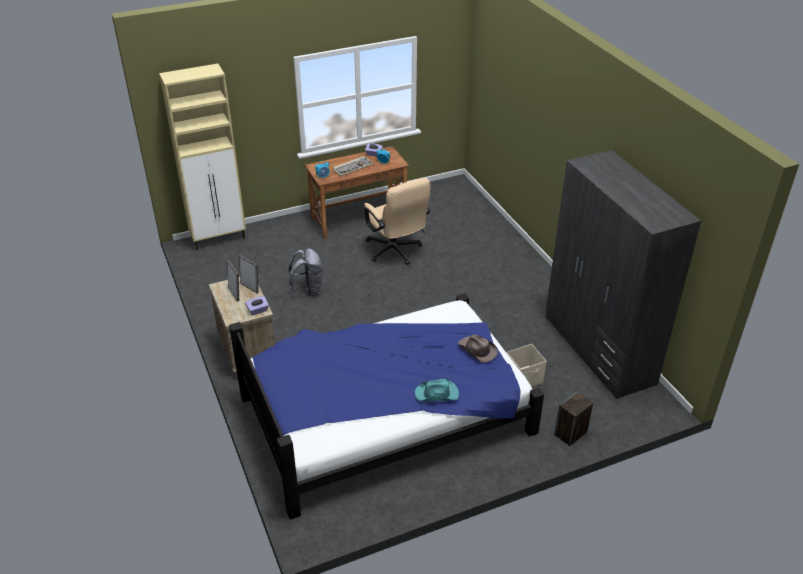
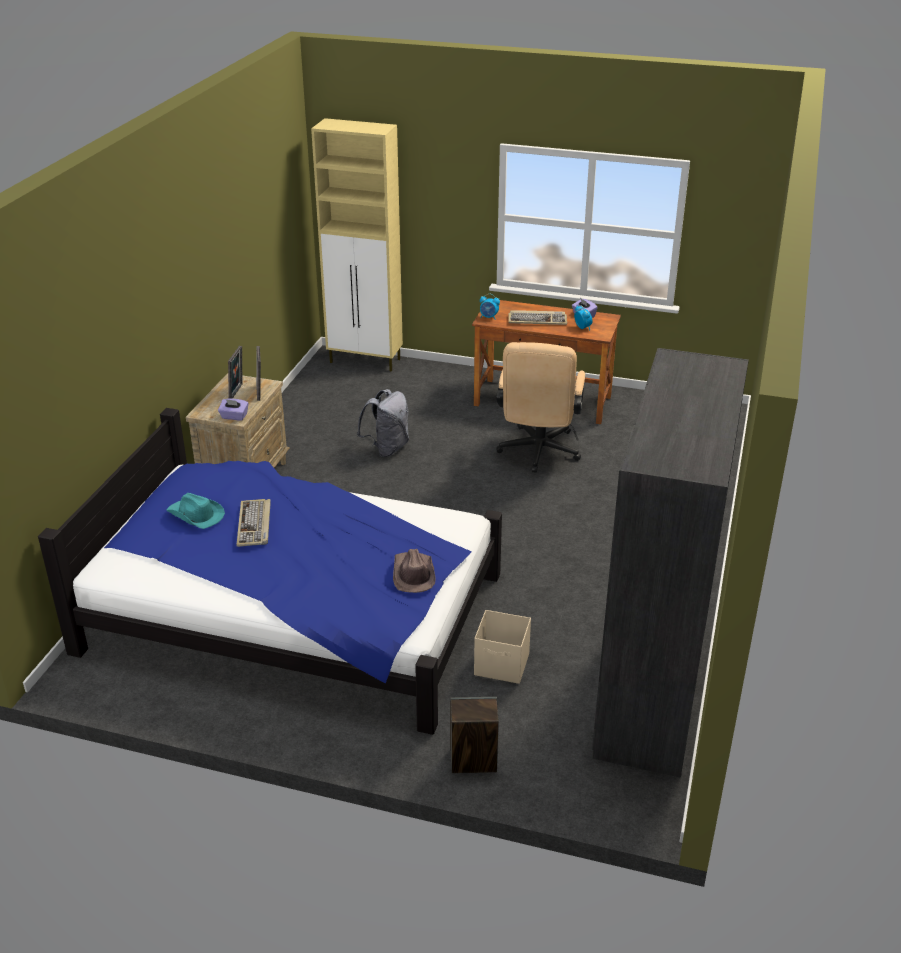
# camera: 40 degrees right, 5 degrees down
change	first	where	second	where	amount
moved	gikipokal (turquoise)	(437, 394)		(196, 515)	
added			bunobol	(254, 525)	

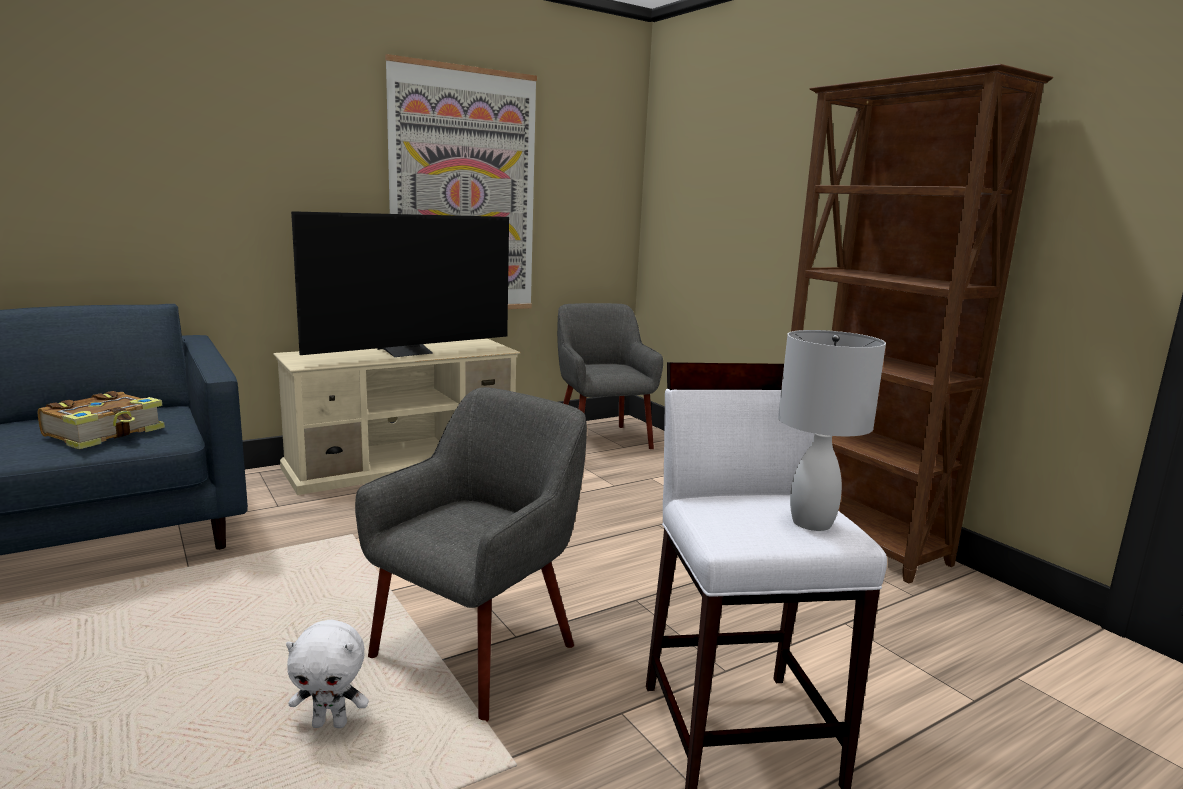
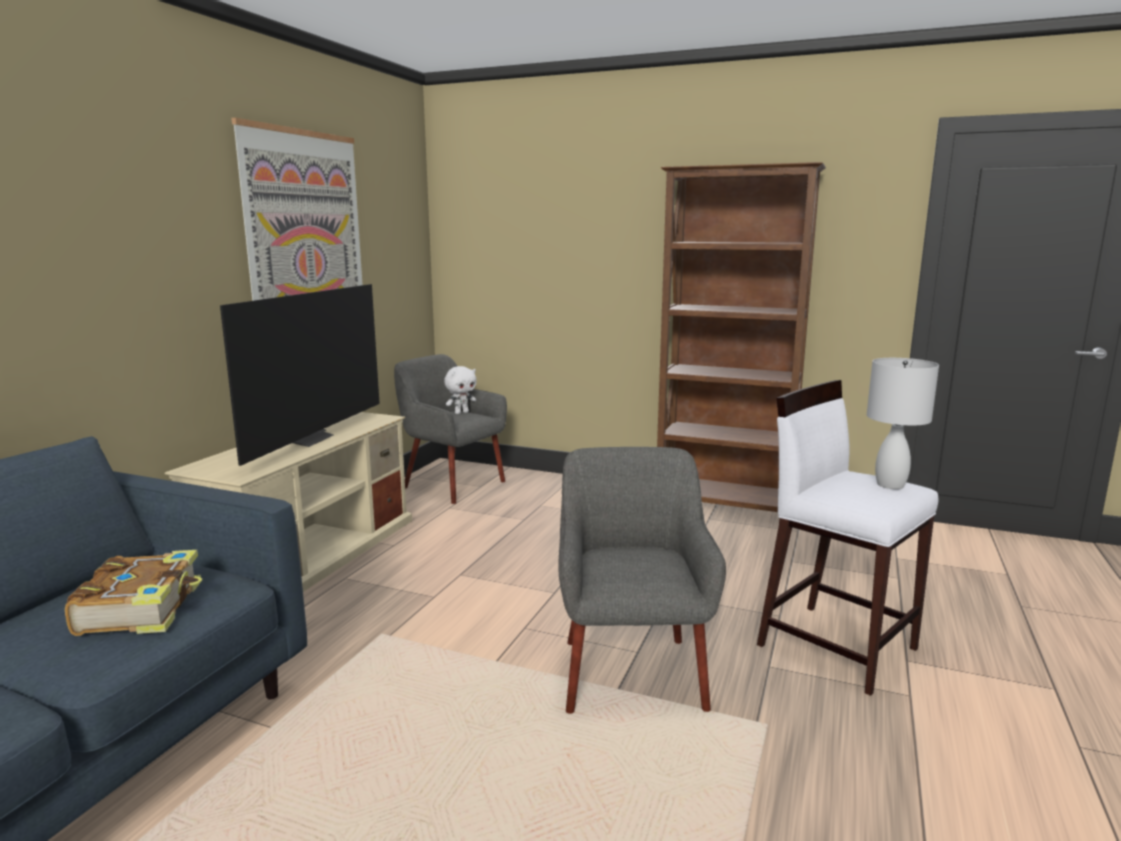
# camera: 35 degrees left, 0 degrees up
change	first	where	second	where	amount
moved	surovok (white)	(331, 724)		(461, 412)	

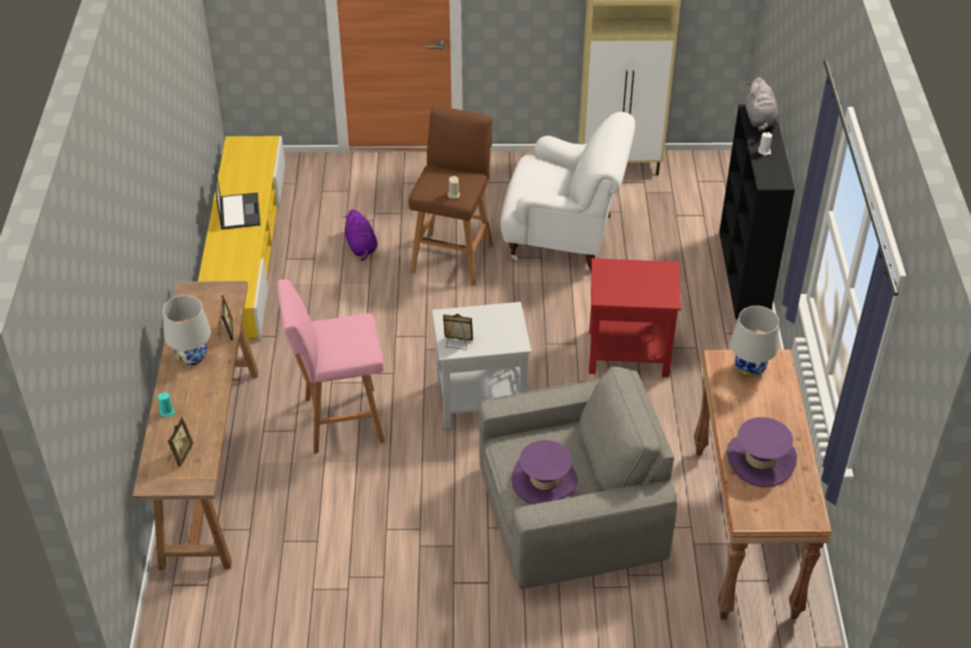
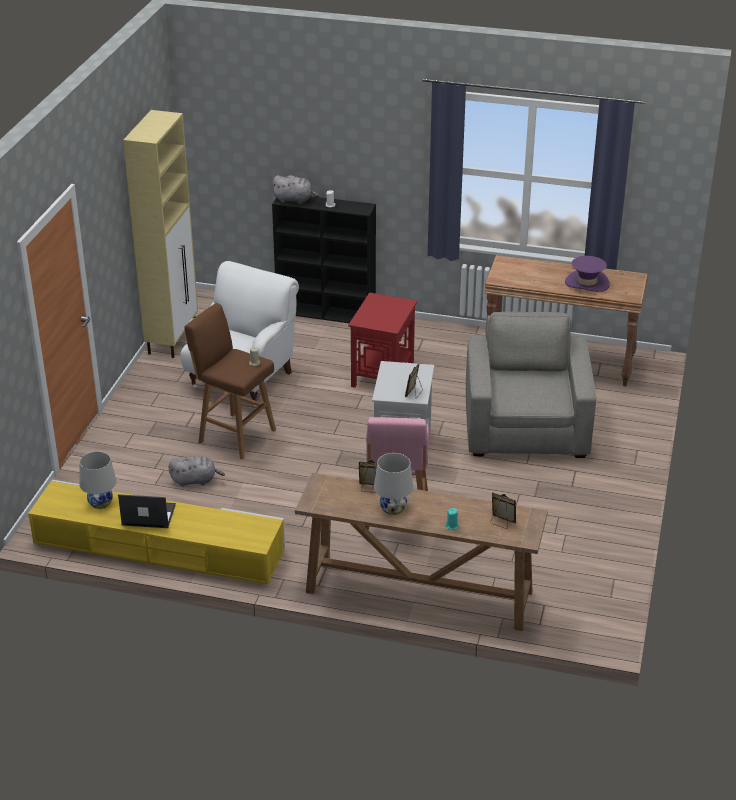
# camera: 75 degrees left, 10 degrees down
change	first	where	second	where	amount
recoloured	surovok (purple)	(361, 247)	surovok (grey)	(195, 480)	
moved	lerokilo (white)	(749, 368)		(100, 503)	
removed	gikipokal (purple)	(544, 481)			

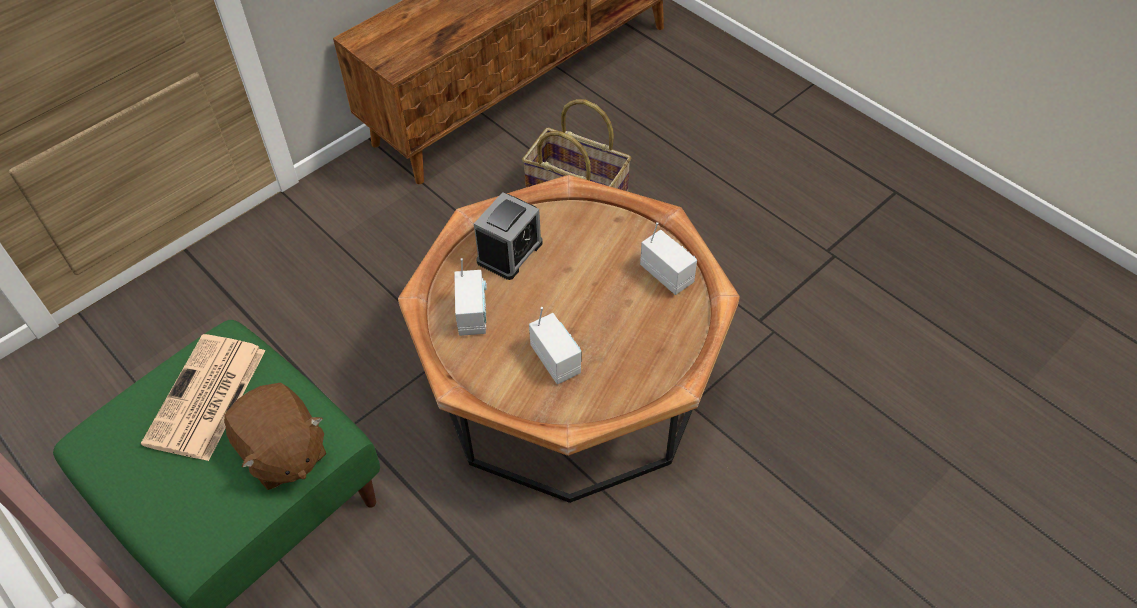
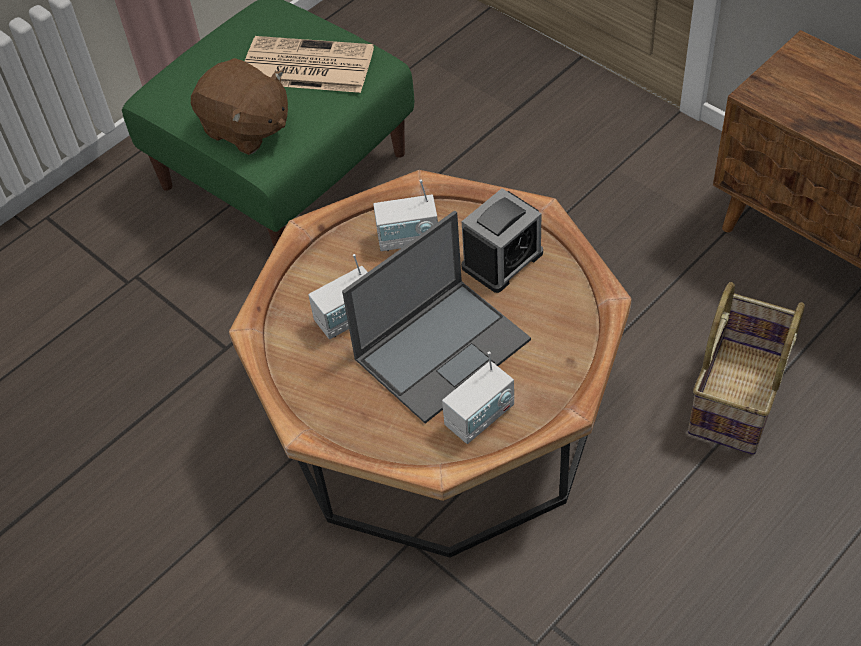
# camera: 90 degrees right, 0 degrees up
change	first	where	second	where	amount
turned	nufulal	(509, 252)		(502, 260)	75 degrees counterclockwise
turned	surovok (brown)	(283, 453)		(246, 129)	105 degrees counterclockwise
added			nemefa	(443, 348)	

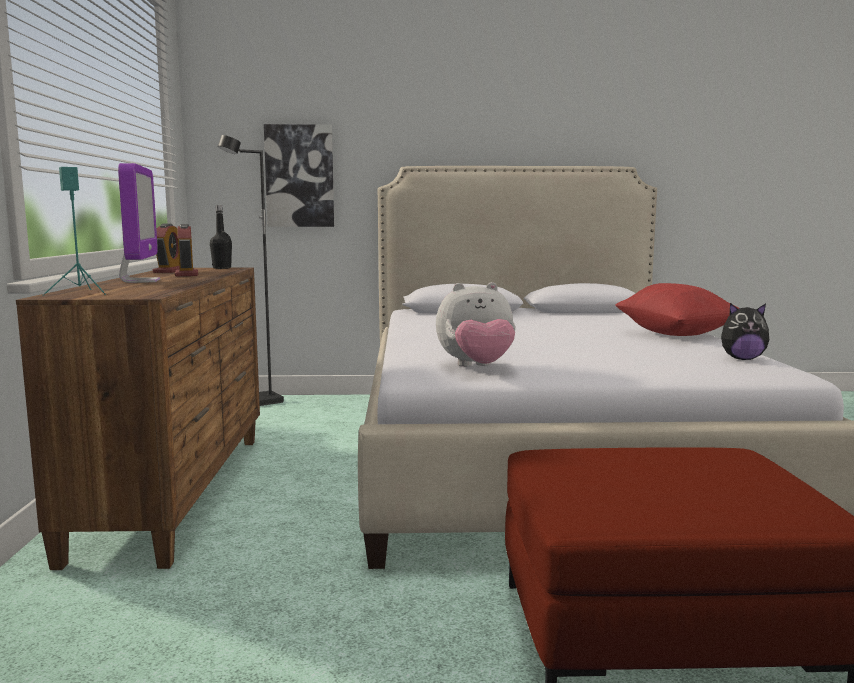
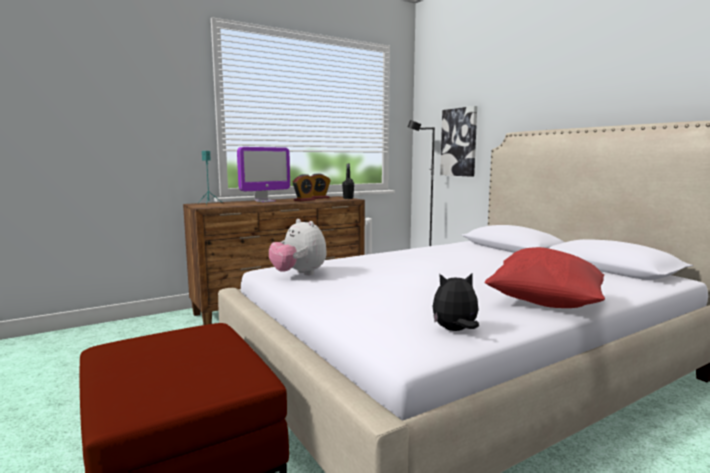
# camera: 60 degrees right, 0 degrees up
change	first	where	second	where	amount
turned	surovok	(742, 359)		(455, 331)	105 degrees clockwise

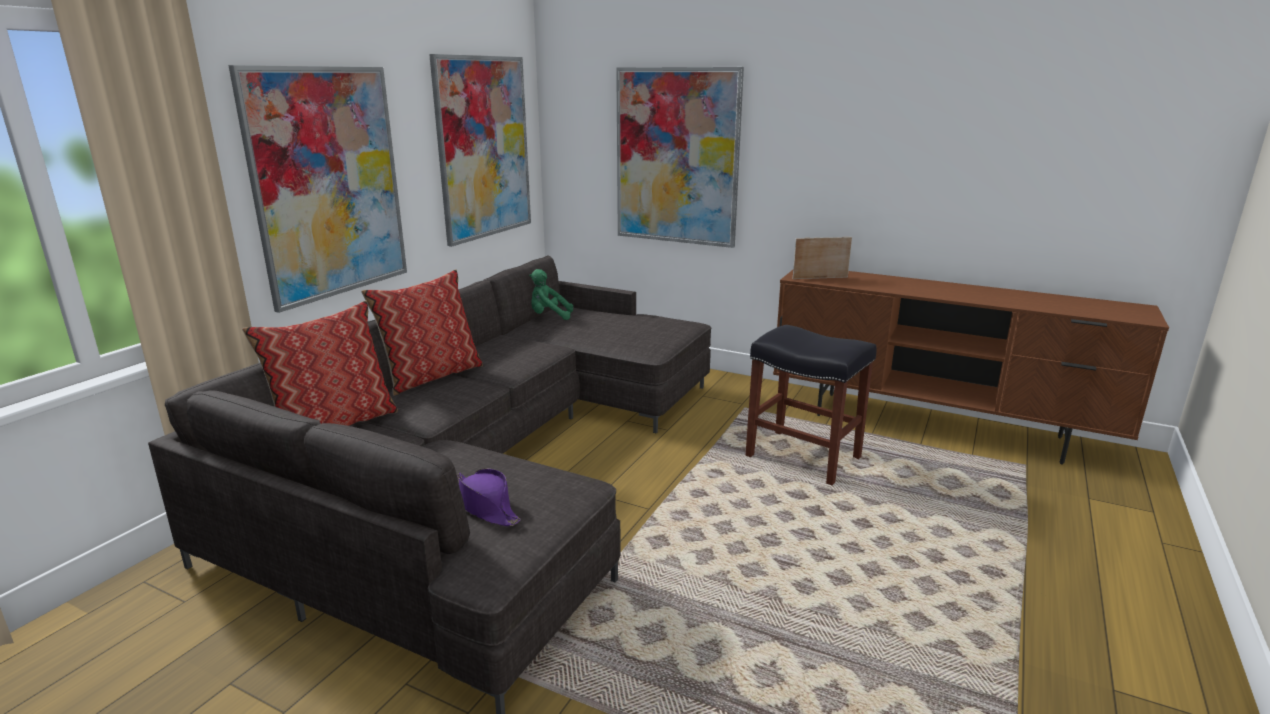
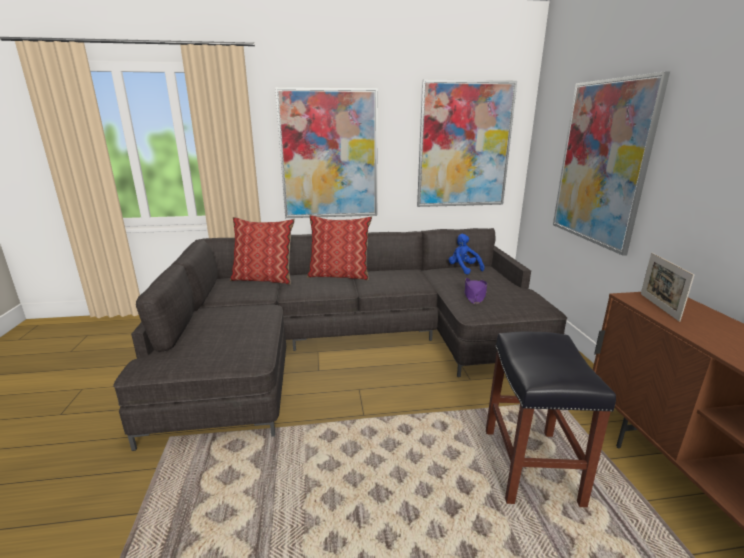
# camera: 55 degrees right, 0 degrees up
change	first	where	second	where	amount
turned	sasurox	(820, 278)		(659, 307)	135 degrees counterclockwise
recoloured	surovok (green)	(548, 316)	surovok (blue)	(463, 269)	
moved	gikipokal (purple)	(484, 506)		(474, 295)	

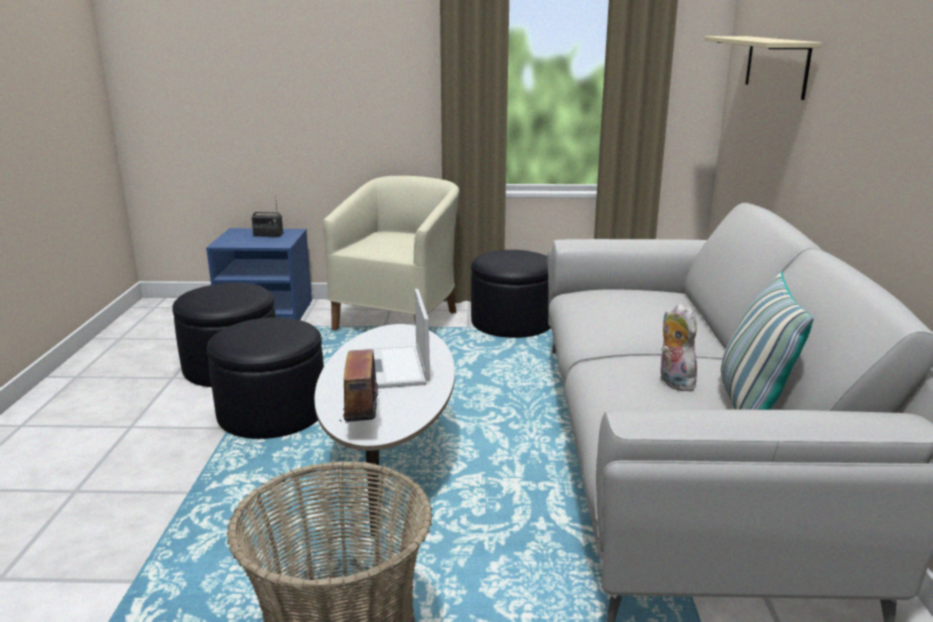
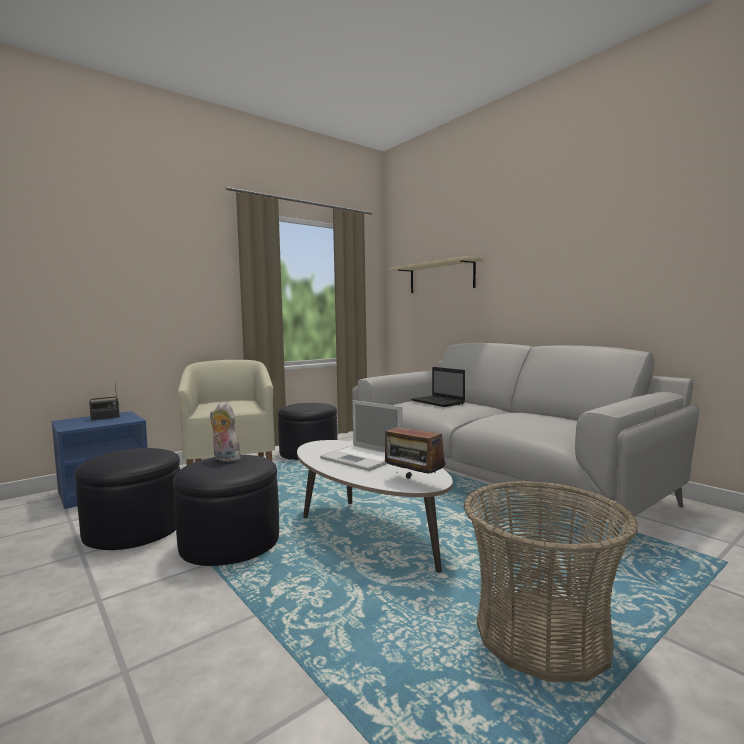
# camera: 40 degrees left, 15 degrees down
change	first	where	second	where	amount
removed	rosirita	(750, 403)			
moved	surovok	(673, 382)		(224, 459)	
added			nemefa	(438, 402)	

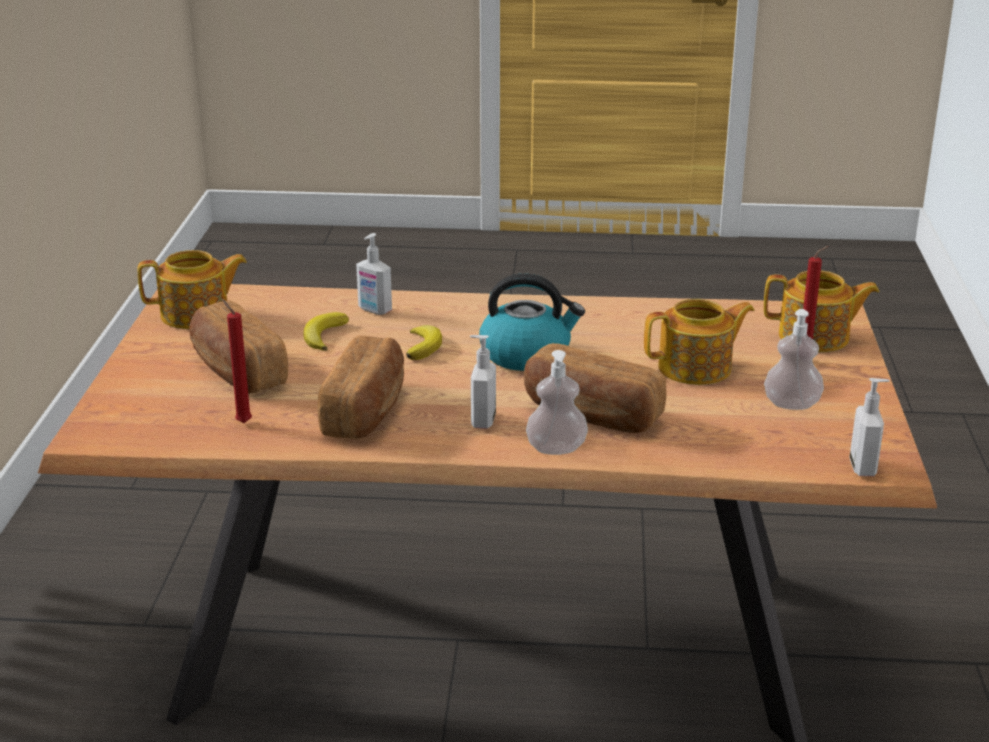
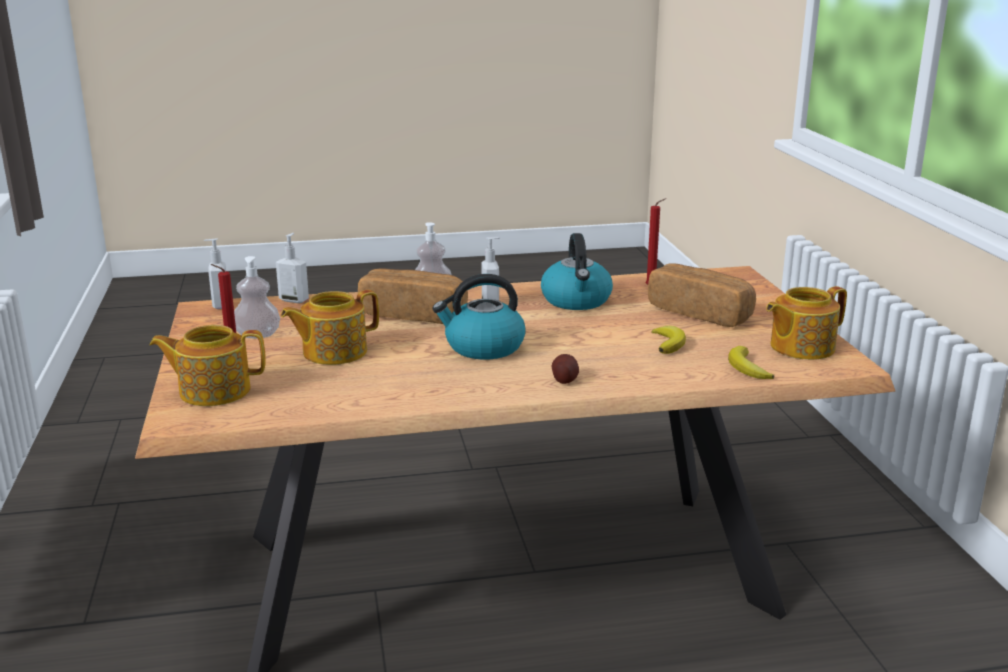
# camera: 165 degrees right, 5 degrees down
change	first	where	second	where	amount
moved	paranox	(374, 310)		(294, 300)	
moved	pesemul	(424, 346)		(747, 368)	
replaced	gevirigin	(366, 411)	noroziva	(576, 301)	
added			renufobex	(564, 379)	

